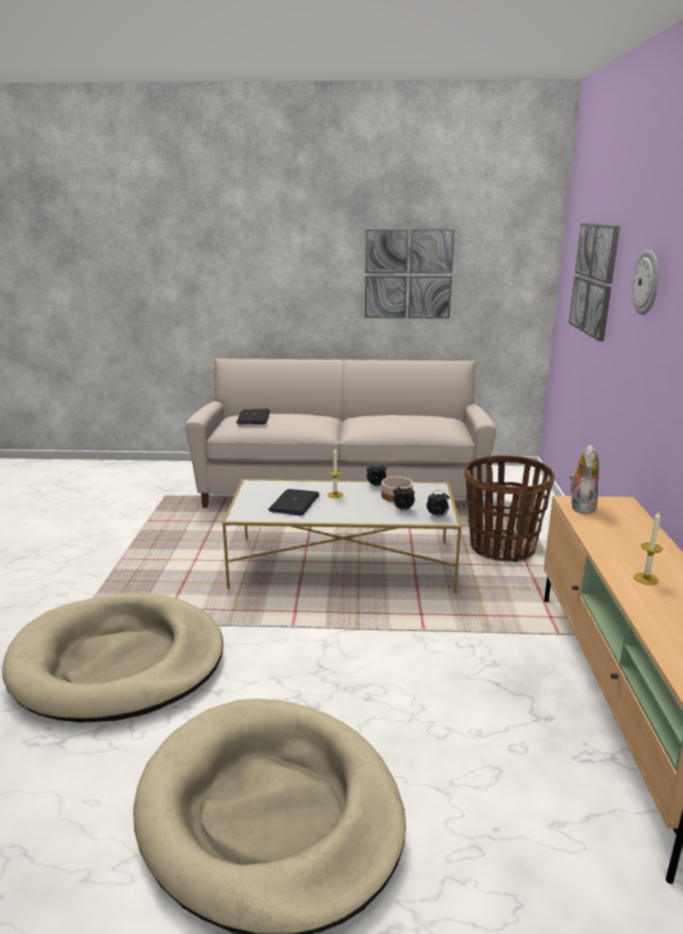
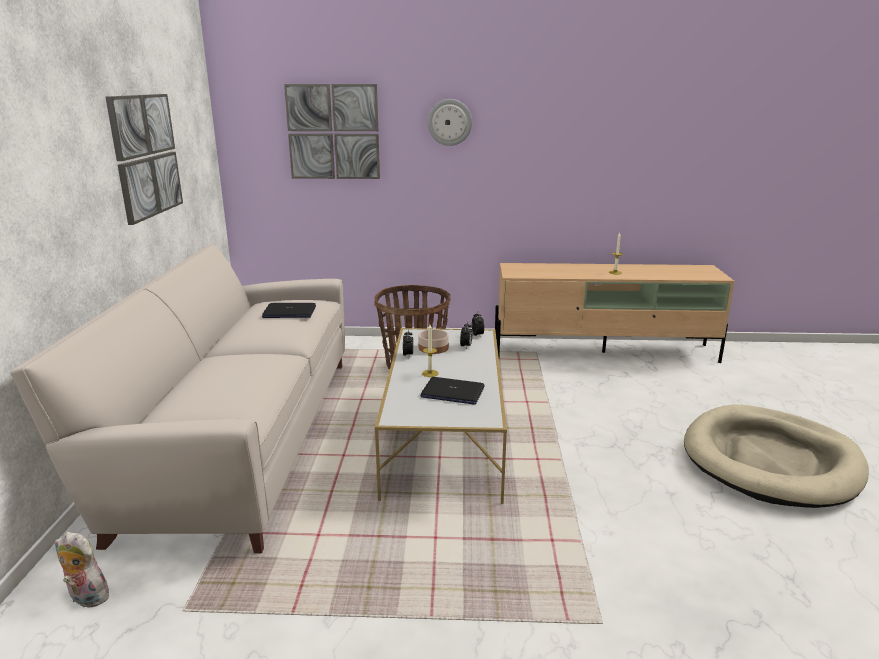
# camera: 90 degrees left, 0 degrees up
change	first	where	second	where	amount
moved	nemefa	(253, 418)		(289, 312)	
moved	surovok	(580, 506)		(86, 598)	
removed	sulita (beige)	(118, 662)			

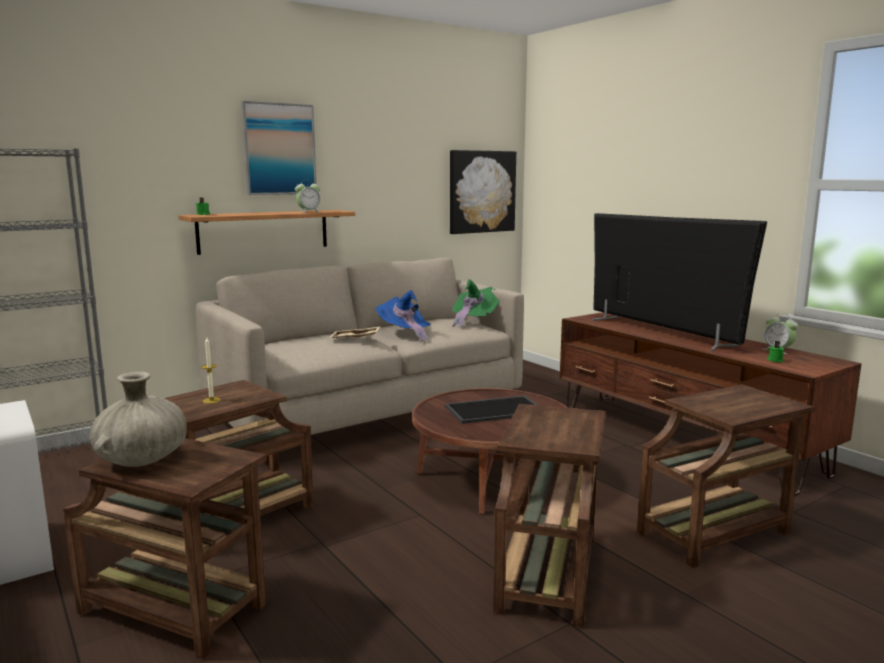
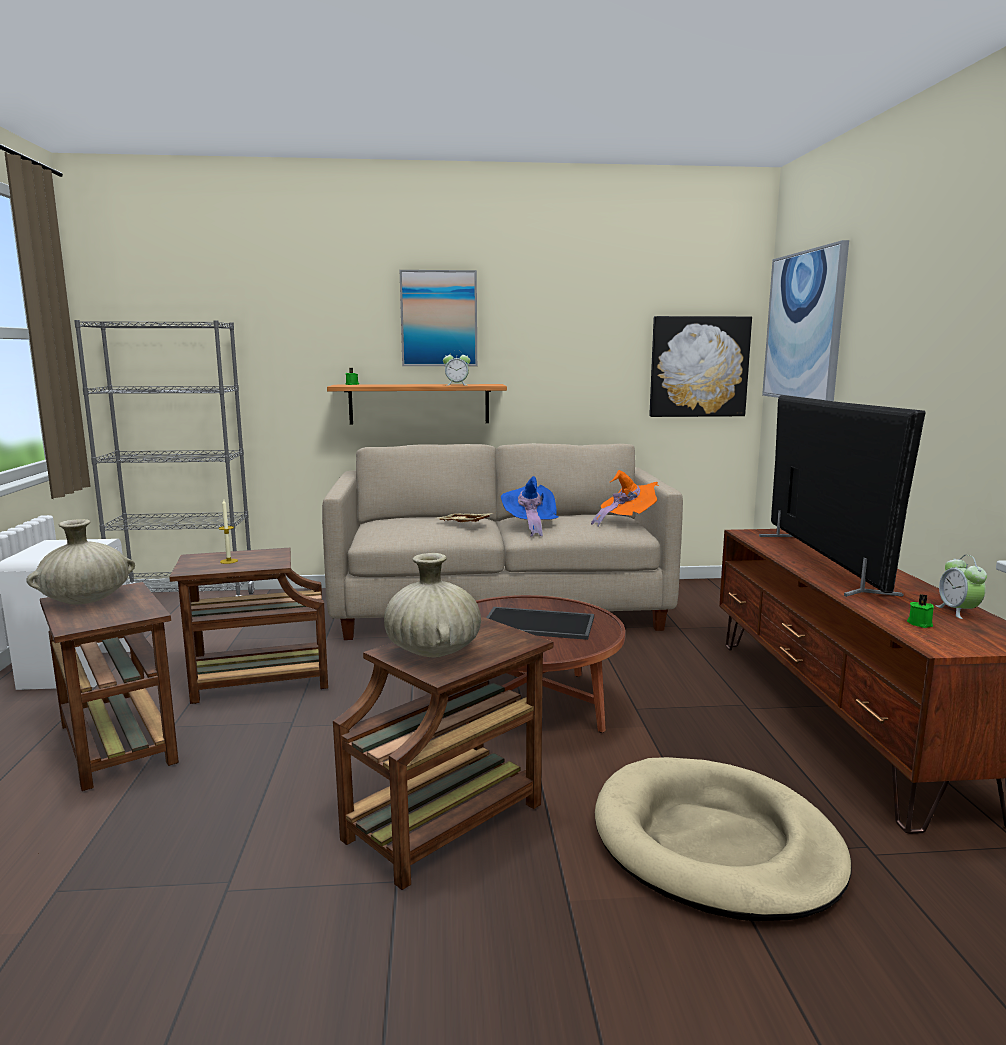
# camera: 30 degrees right, 0 degrees up
change	first	where	second	where	amount
recoloured	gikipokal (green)	(473, 321)	gikipokal (orange)	(626, 521)	
replaced	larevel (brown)	(716, 533)	sulita (beige)	(714, 844)	
added			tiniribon	(803, 326)	
added			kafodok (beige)	(433, 651)	

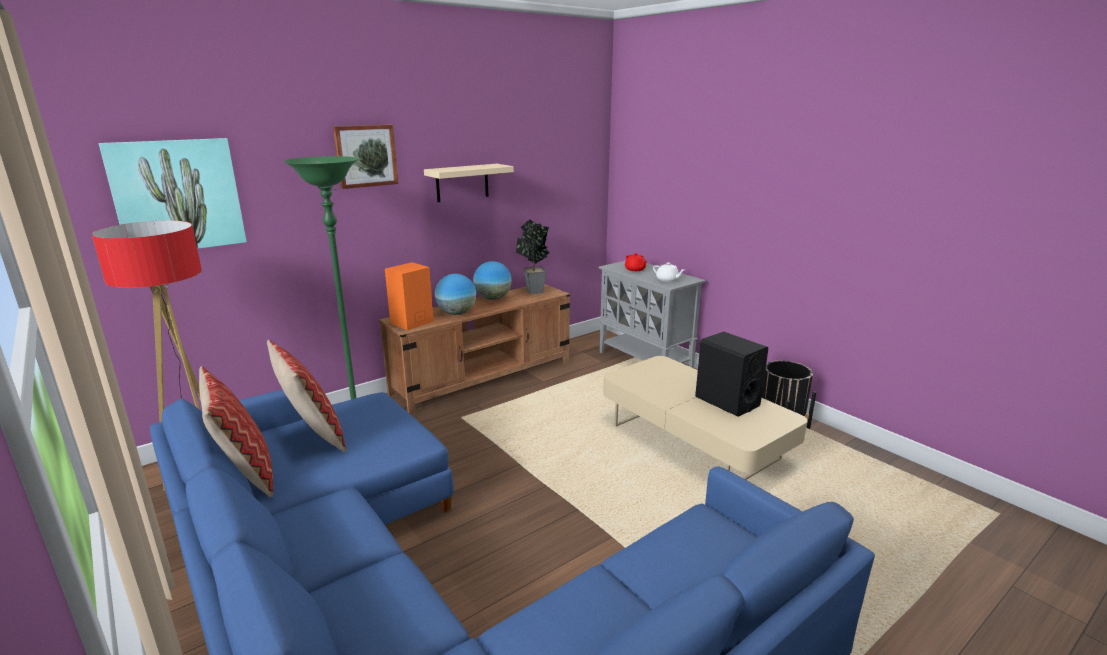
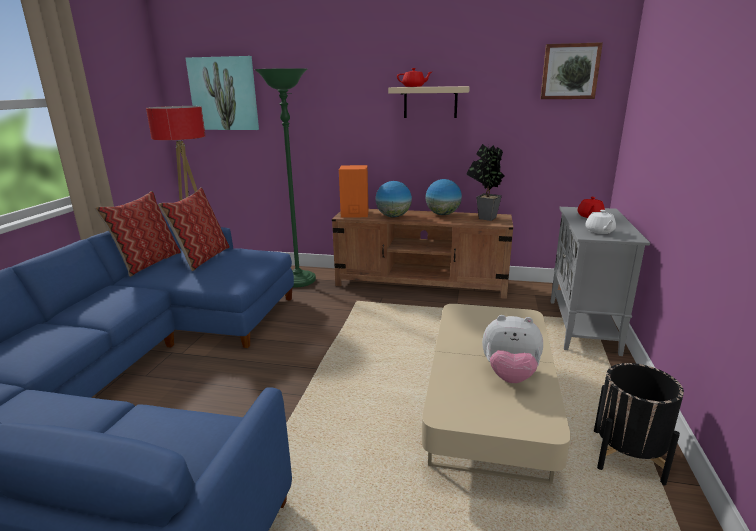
# camera: 50 degrees right, 0 degrees up
change	first	where	second	where	amount
moved	tiniribon	(365, 156)		(570, 71)	
replaced	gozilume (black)	(726, 401)	surovok	(509, 375)	
added			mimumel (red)	(414, 86)	

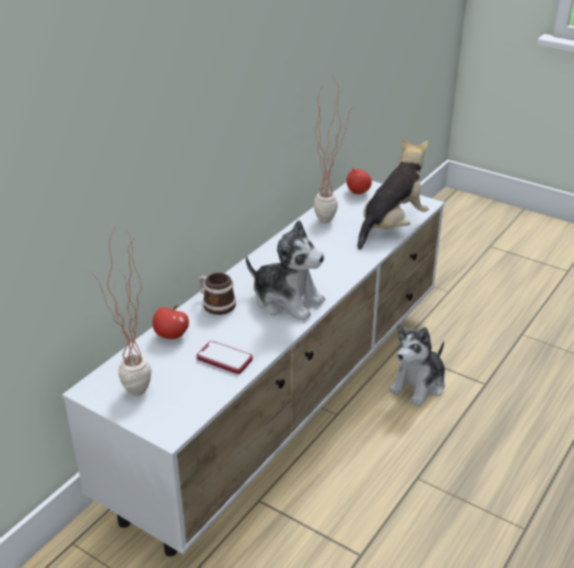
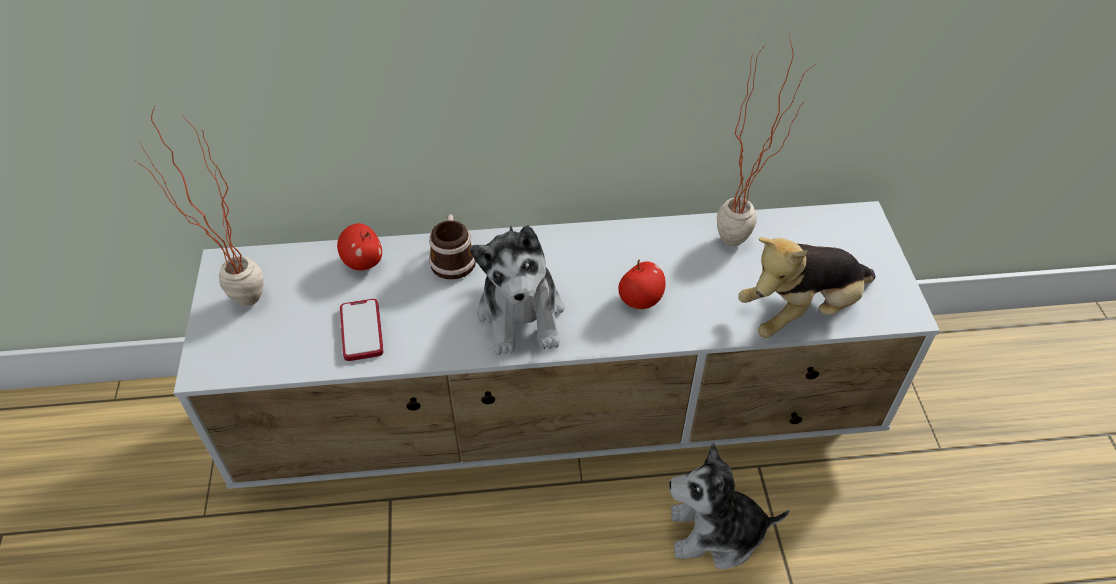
# camera: 50 degrees right, 15 degrees up
change	first	where	second	where	amount
turned	surovok	(391, 226)		(801, 311)	150 degrees clockwise
moved	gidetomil	(358, 192)		(640, 300)	

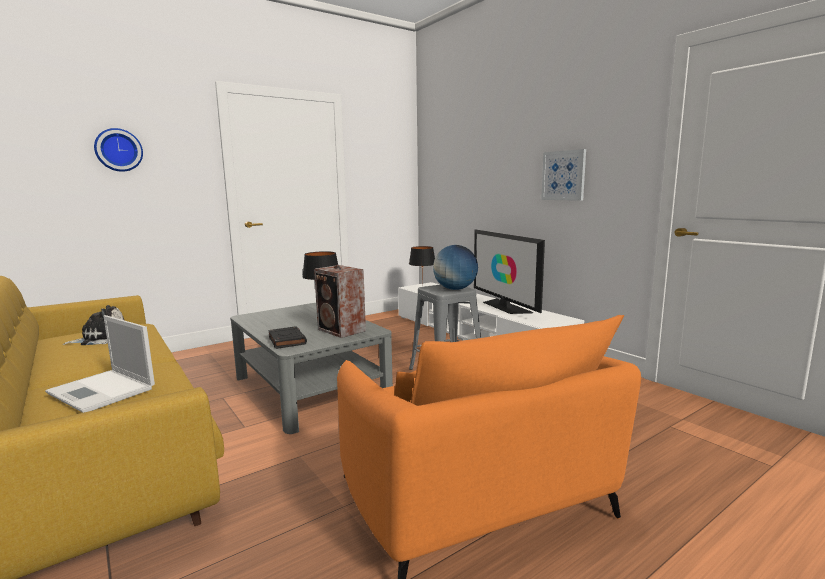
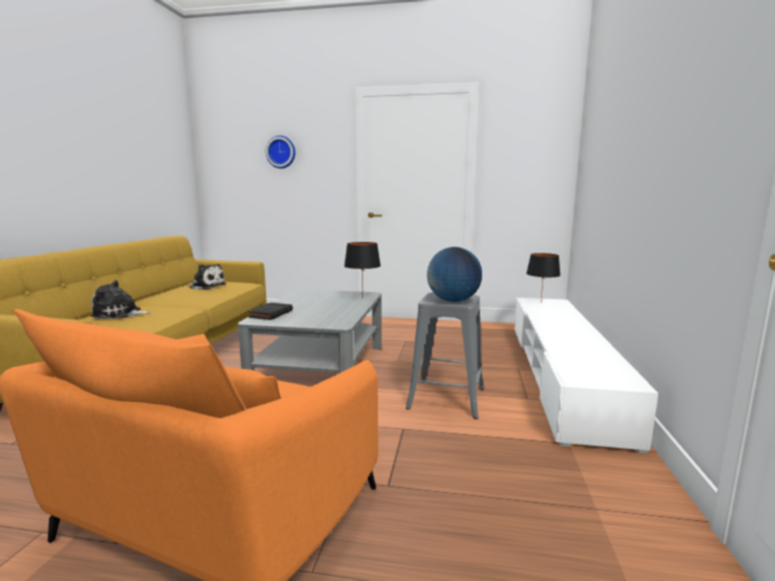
# camera: 45 degrees right, 0 degrees up
change	first	where	second	where	amount
removed	tiniribon	(563, 175)			
removed	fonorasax	(505, 307)			
removed	gozilume	(342, 330)			
replaced	nemefa	(102, 391)	surovok	(119, 314)	

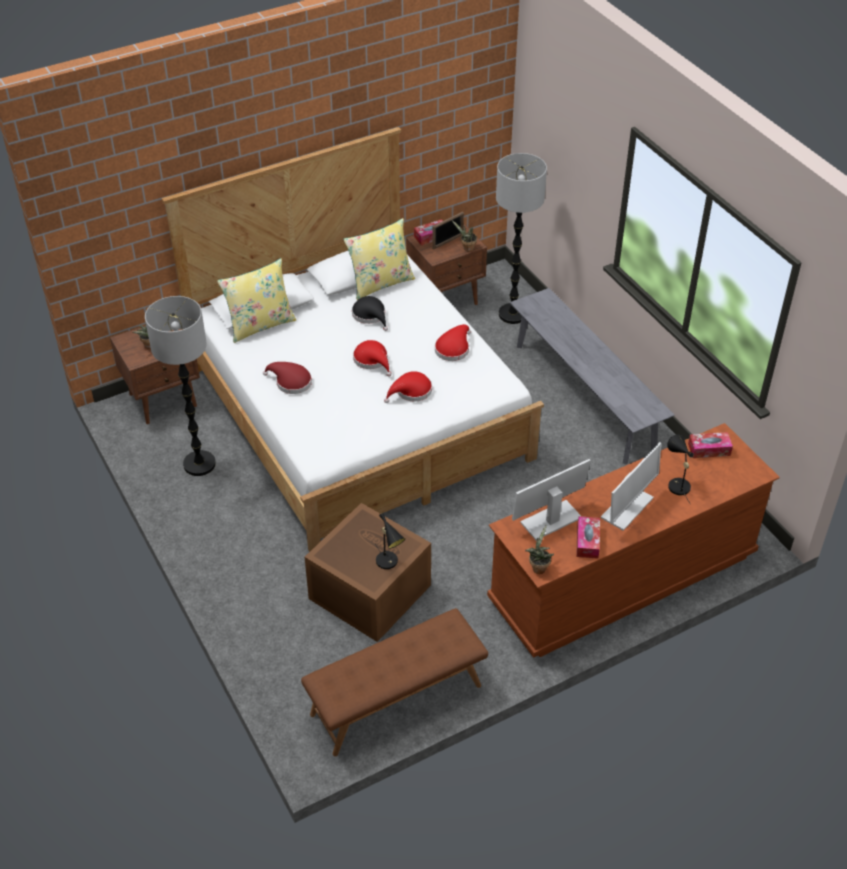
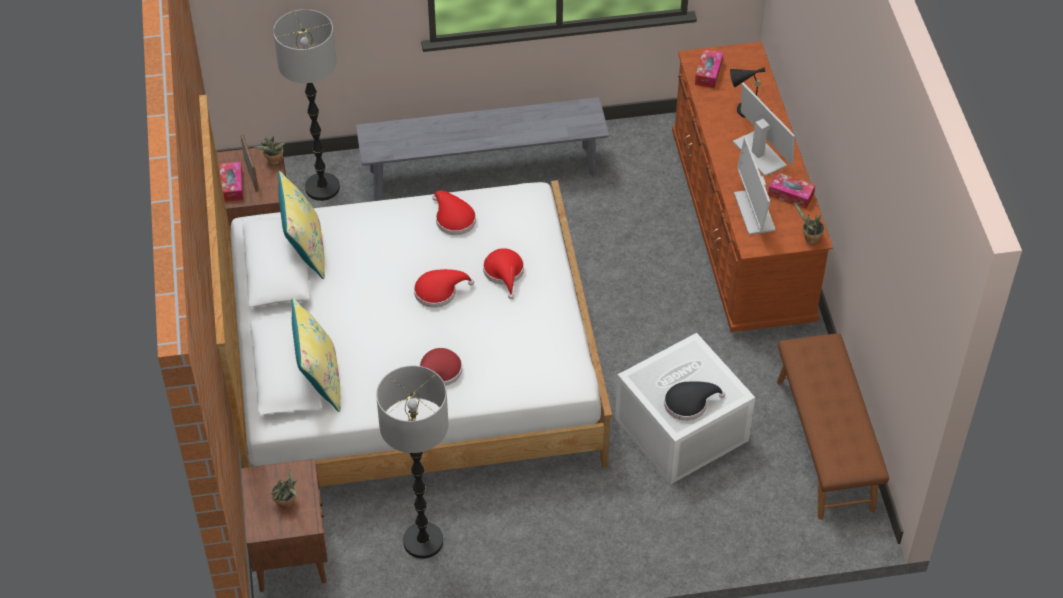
# camera: 70 degrees left, 5 degrees up
change	first	where	second	where	amount
moved	gikipokal (black)	(370, 315)		(689, 403)	
recoloured	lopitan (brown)	(368, 592)	lopitan (white)	(681, 431)	
removed	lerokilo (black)	(389, 562)			

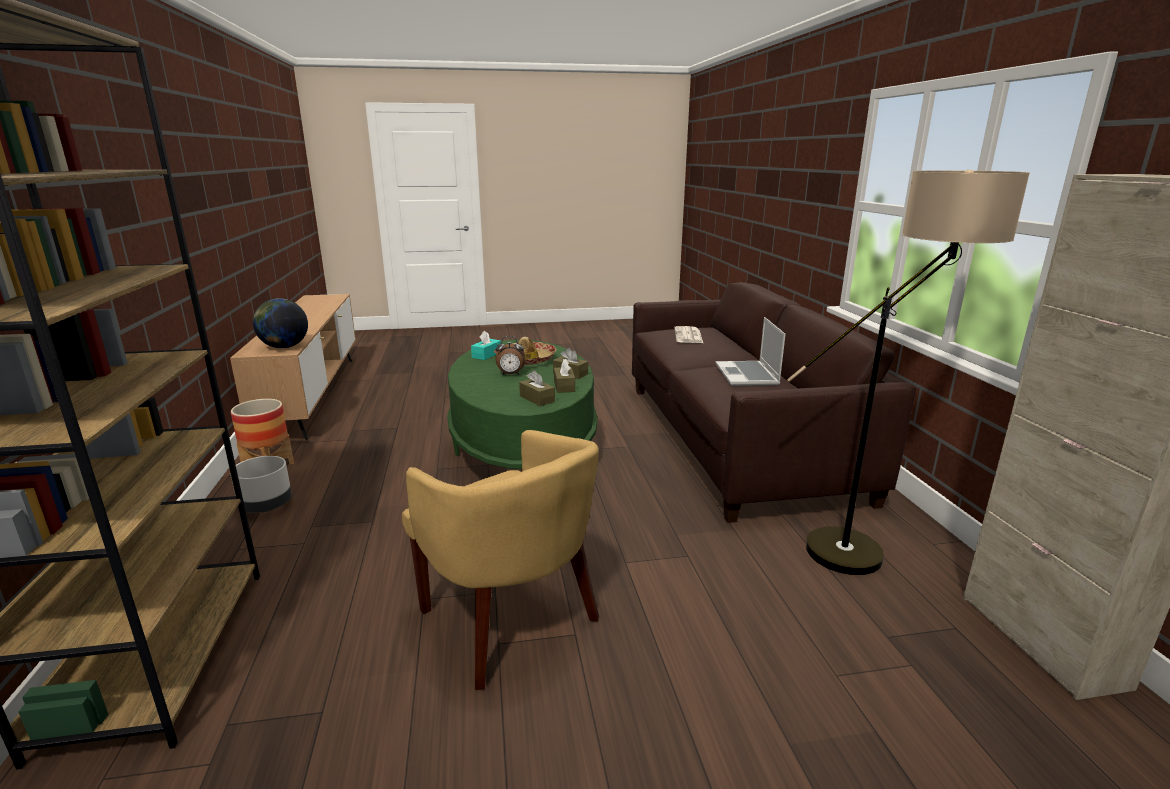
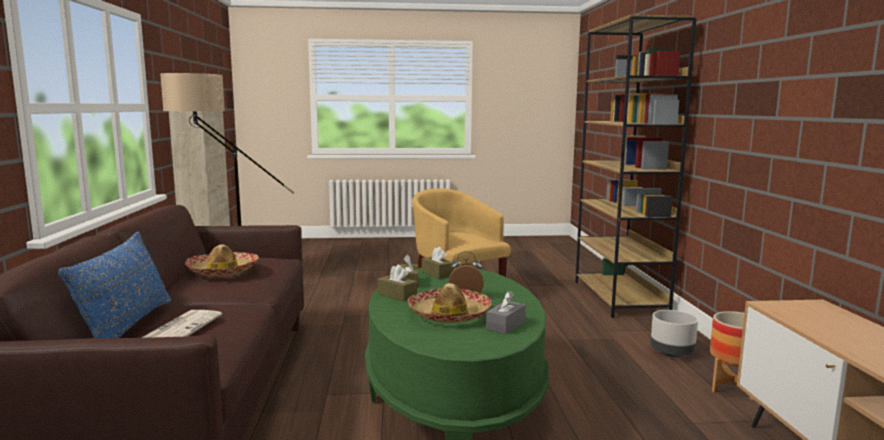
# camera: 175 degrees left, 10 degrees down
change	first	where	second	where	amount
removed	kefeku	(284, 347)			
replaced	nemefa	(747, 375)	gikipokal	(223, 271)	
recoloured	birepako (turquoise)	(486, 355)	birepako (grey)	(505, 325)	
added			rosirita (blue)	(128, 326)	

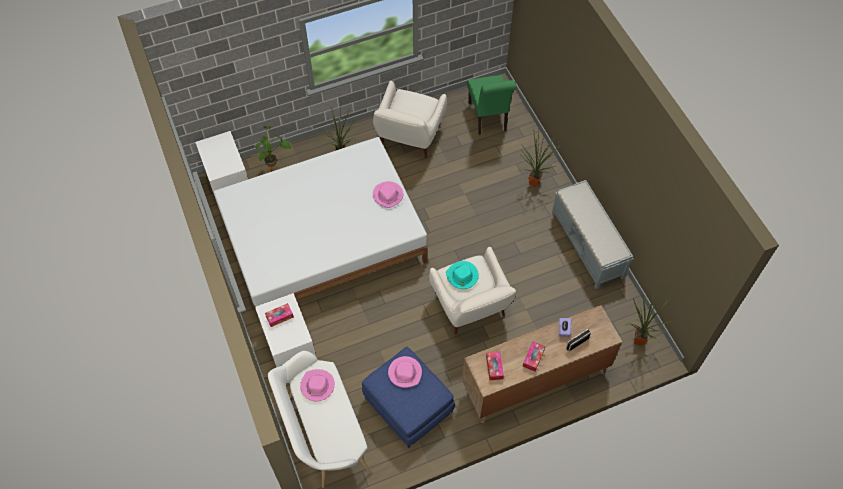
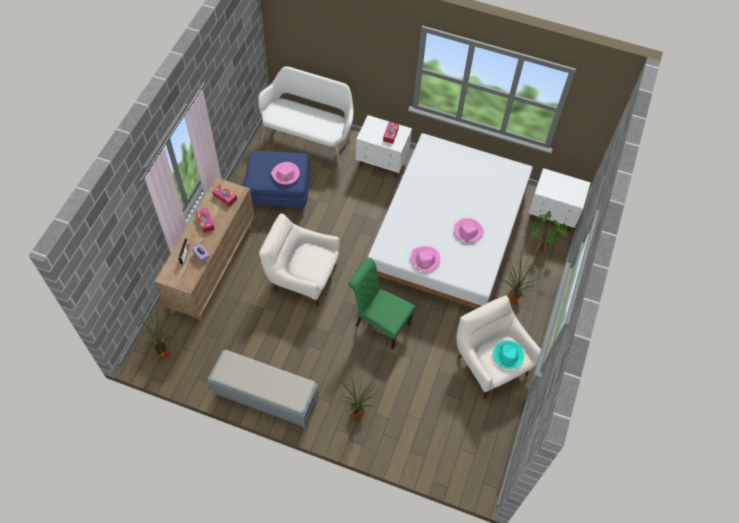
# camera: 130 degrees right, 0 degrees up
change	first	where	second	where	amount
moved	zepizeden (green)	(488, 119)		(379, 323)	
moved	gikipokal (turquoise)	(462, 276)		(508, 355)	
moved	gikipokal (pink)	(317, 386)		(468, 231)	

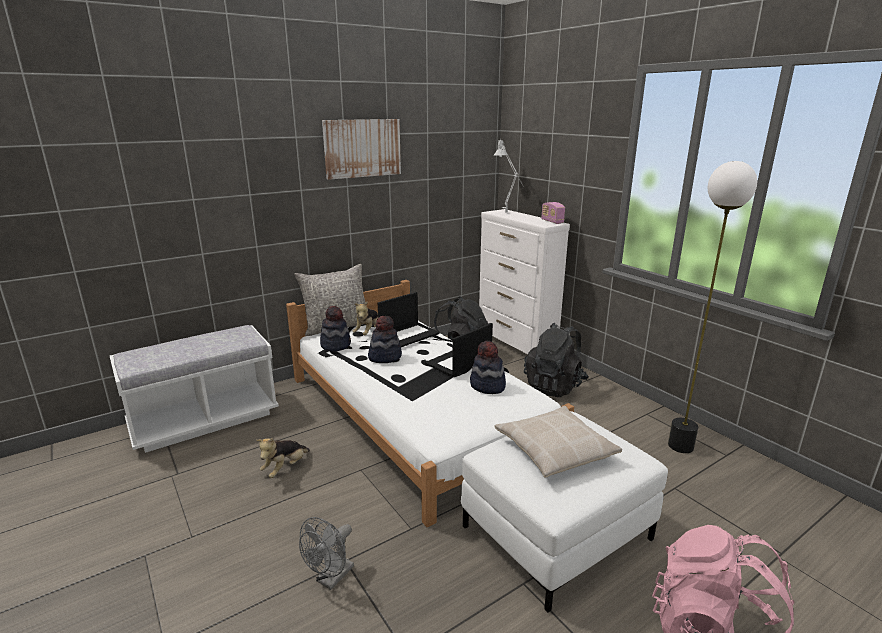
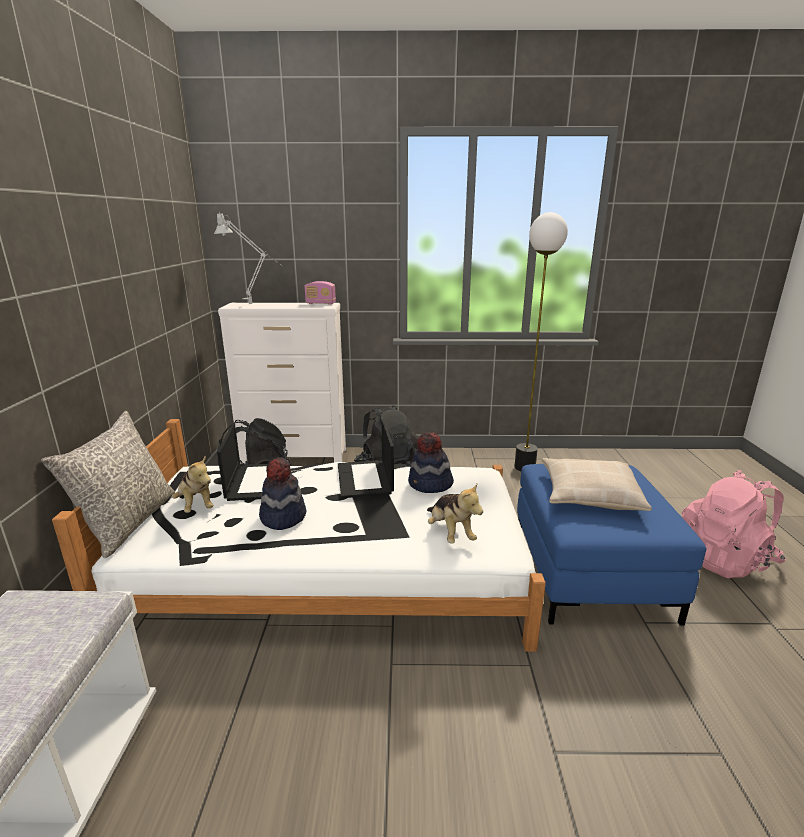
# camera: 55 degrees left, 0 degrees up
change	first	where	second	where	amount
removed	tiniribon	(362, 148)			
removed	gikipokal	(336, 345)			
recoloured	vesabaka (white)	(556, 531)	vesabaka (blue)	(588, 571)	
moved	surovok	(285, 468)		(450, 533)	
removed	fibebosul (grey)	(331, 578)			

